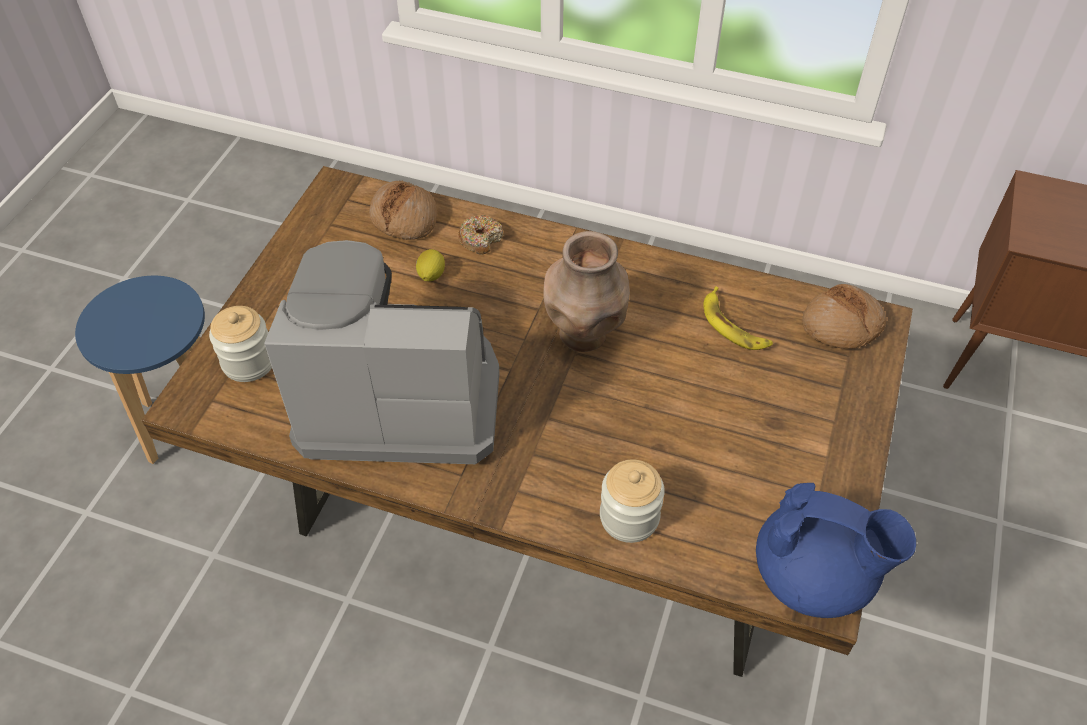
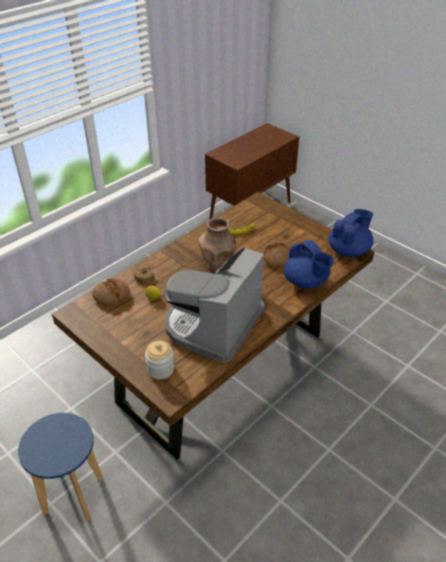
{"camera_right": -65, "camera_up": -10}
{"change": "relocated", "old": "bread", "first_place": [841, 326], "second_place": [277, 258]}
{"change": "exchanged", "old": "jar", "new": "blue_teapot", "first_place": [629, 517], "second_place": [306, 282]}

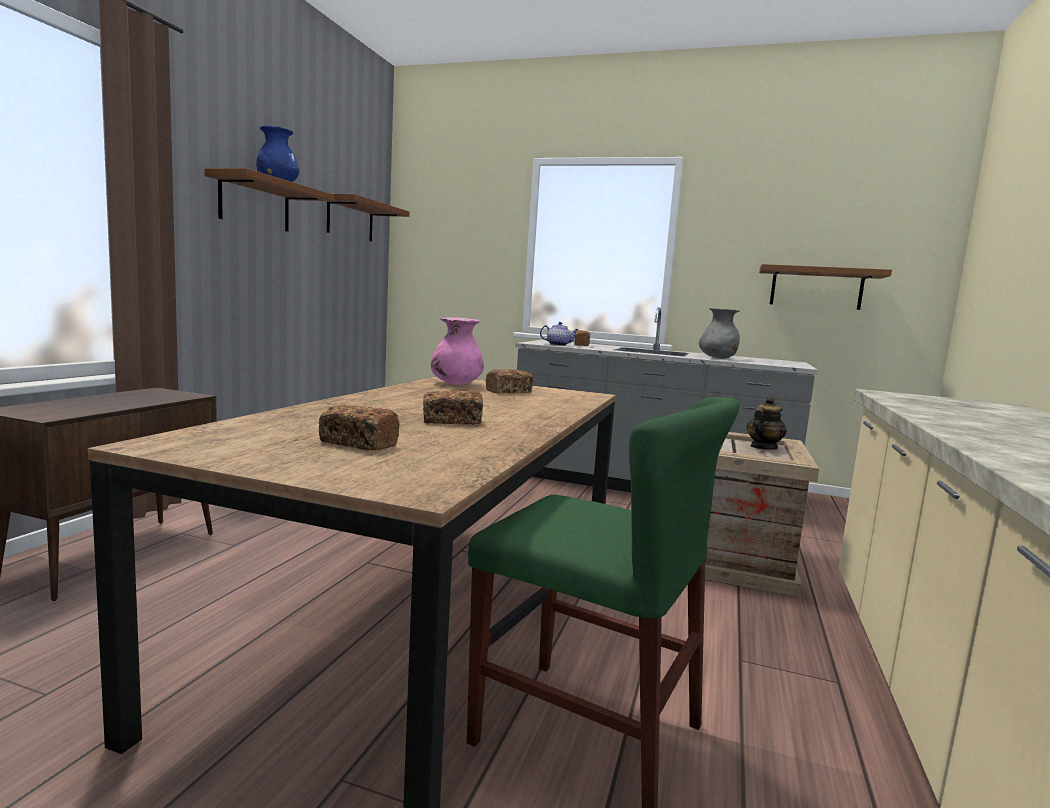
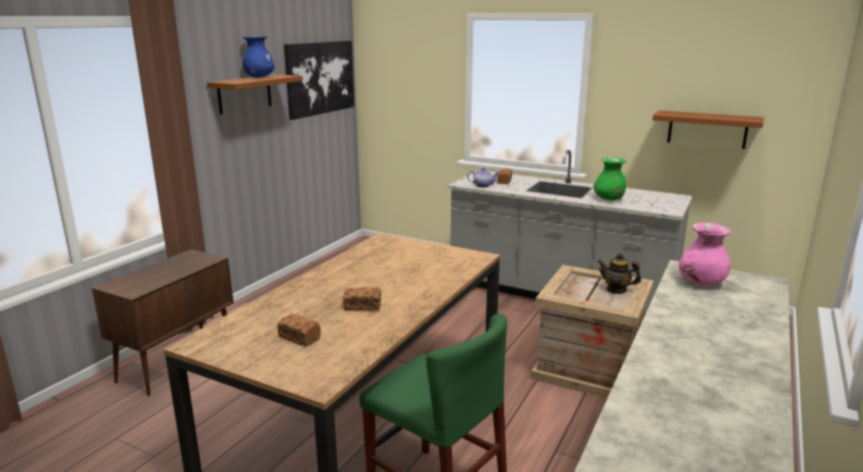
{"camera_right": 10, "camera_up": 10}
{"change": "missing", "old": "bread", "first_place": [508, 392]}
{"change": "relocated", "old": "pink_vase", "first_place": [456, 384], "second_place": [701, 283]}
{"change": "exchanged", "old": "brown_shelf", "new": "picture", "first_place": [350, 220], "second_place": [320, 78]}
{"change": "colour", "old": "grey_vase", "new": "green_vase", "first_place": [718, 358], "second_place": [609, 199]}
{"change": "spun", "old": "teapot", "first_place": [763, 447], "second_place": [616, 290], "degrees": -120}

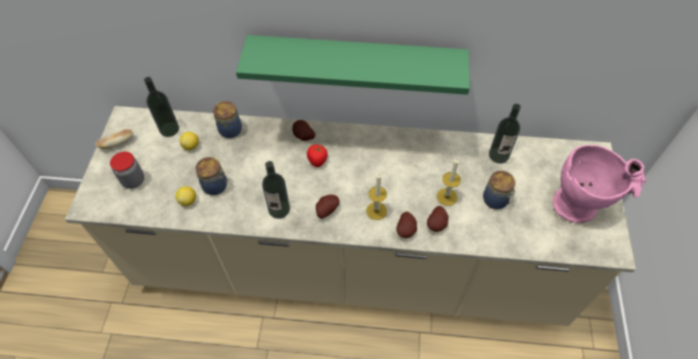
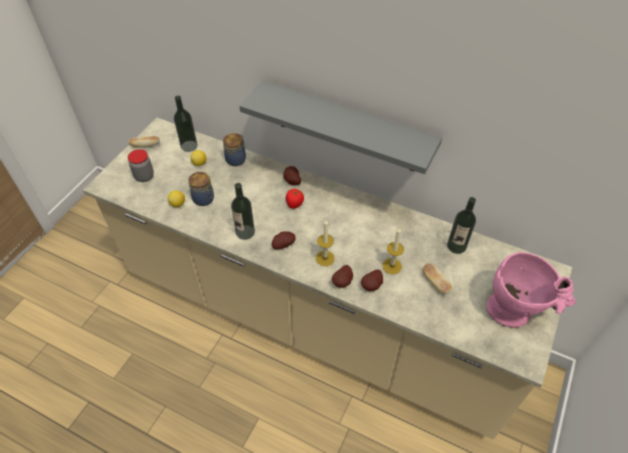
{"camera_right": 20, "camera_up": -5}
{"change": "exchanged", "old": "jar", "new": "bread", "first_place": [496, 200], "second_place": [435, 283]}
{"change": "colour", "old": "green_shelf", "new": "grey_shelf", "first_place": [356, 63], "second_place": [346, 127]}

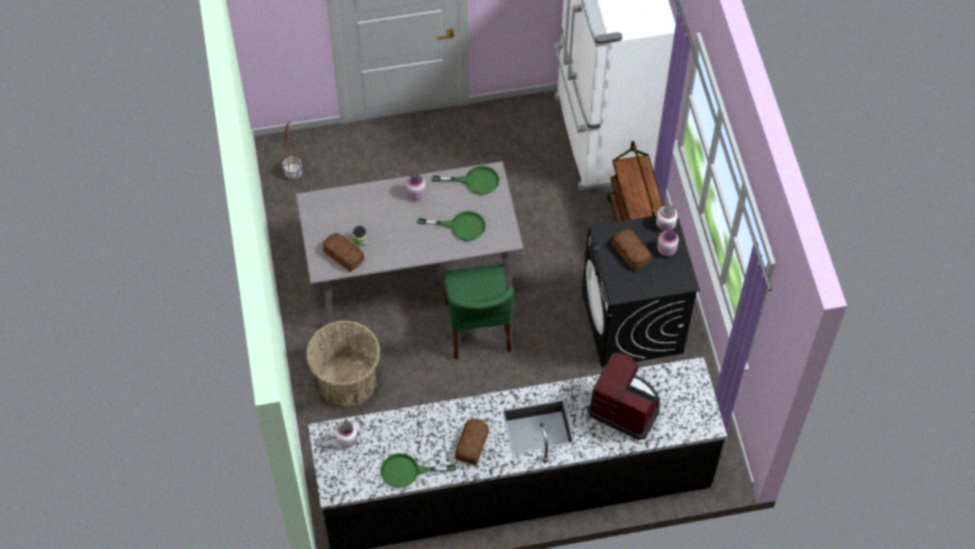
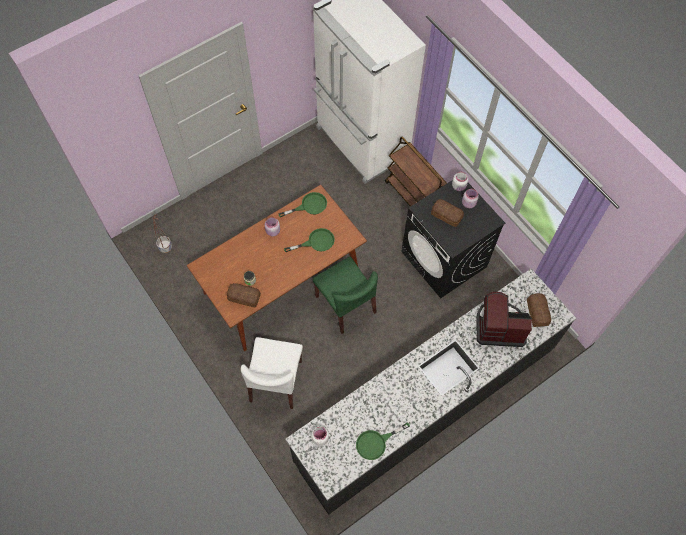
{"camera_right": -25, "camera_up": 5}
{"change": "relocated", "old": "bread", "first_place": [473, 444], "second_place": [538, 312]}
{"change": "exchanged", "old": "basket", "new": "white_chair", "first_place": [347, 381], "second_place": [276, 381]}
{"change": "colour", "old": "grey_dining_table", "new": "brown_dining_table", "first_place": [412, 271], "second_place": [282, 284]}

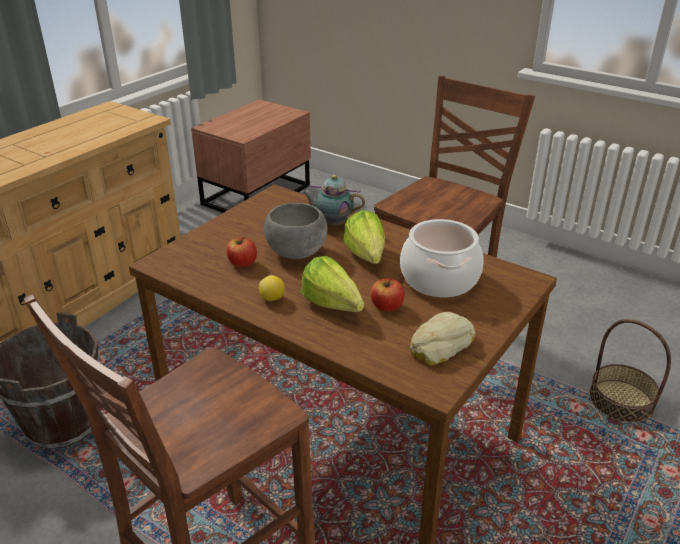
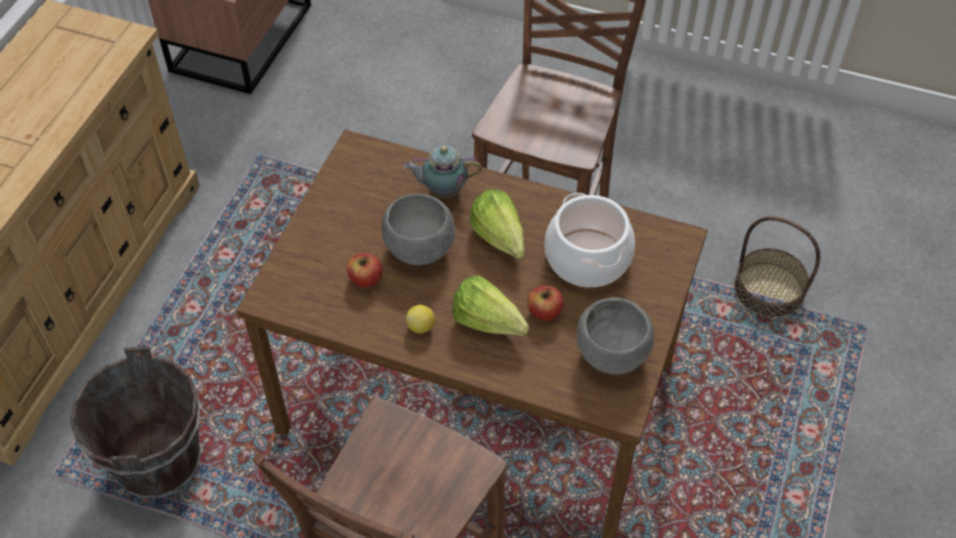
{"camera_right": -15, "camera_up": 20}
{"change": "exchanged", "old": "bread", "new": "grey_bowl", "first_place": [439, 344], "second_place": [611, 353]}

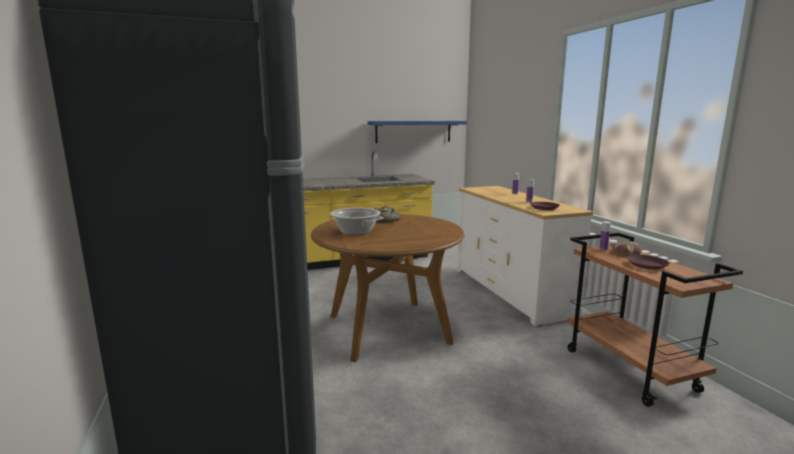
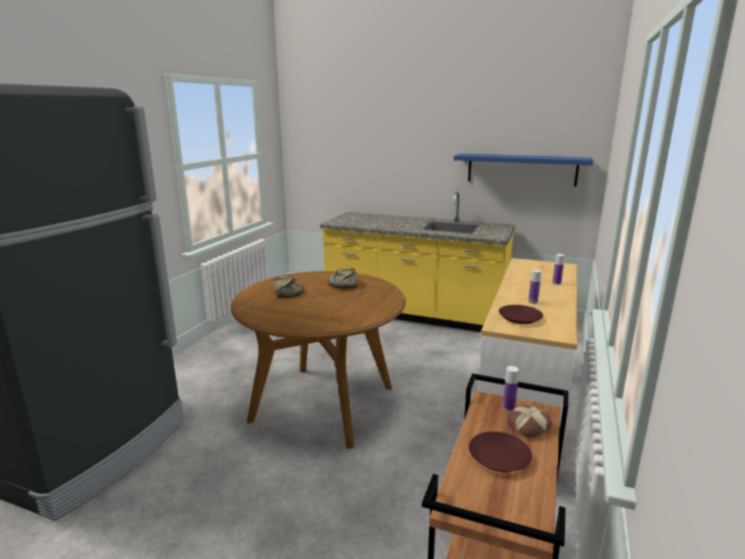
{"camera_right": 40, "camera_up": 5}
{"change": "exchanged", "old": "cooking_pot", "new": "bread", "first_place": [355, 231], "second_place": [287, 292]}

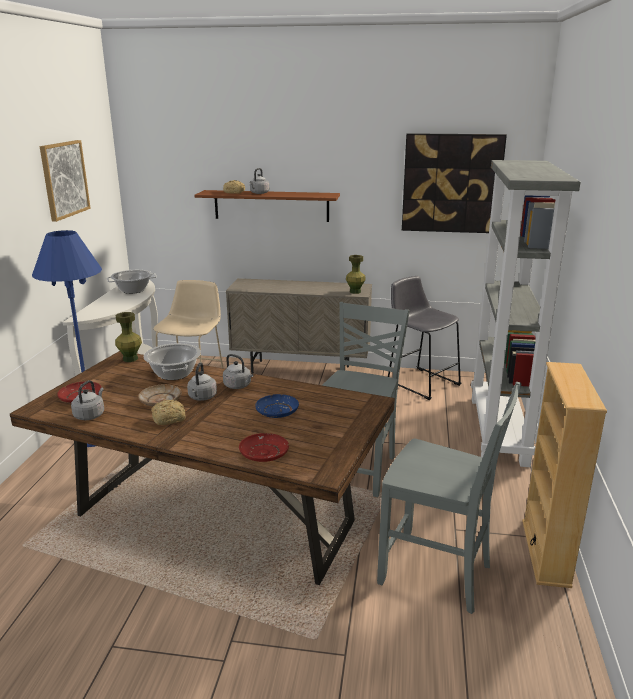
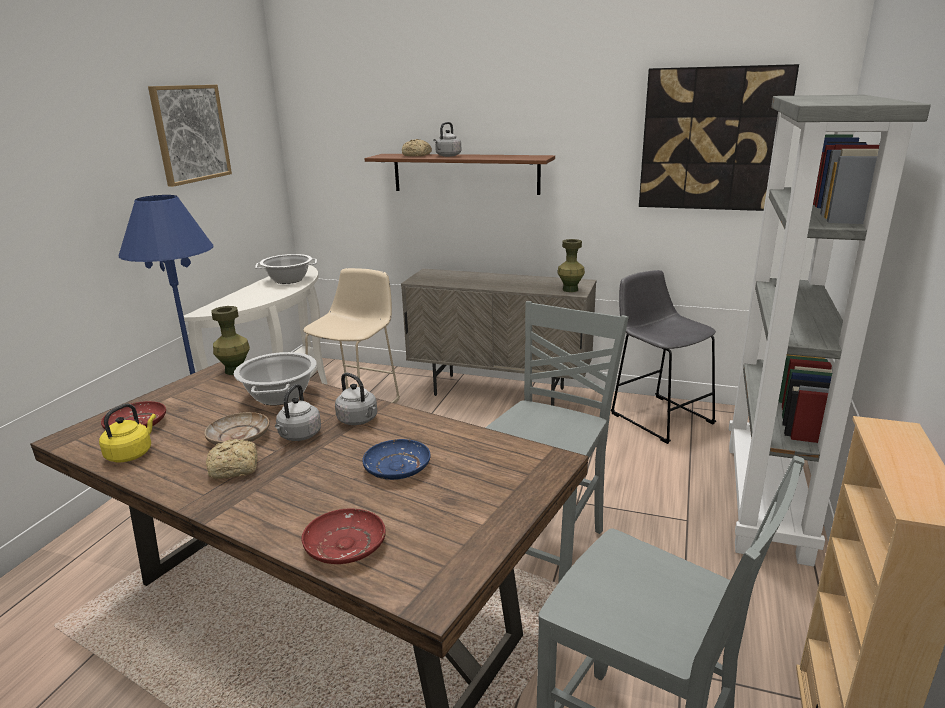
{"camera_right": 10, "camera_up": 0}
{"change": "colour", "old": "grey_kettle", "new": "yellow_kettle", "first_place": [90, 415], "second_place": [131, 453]}

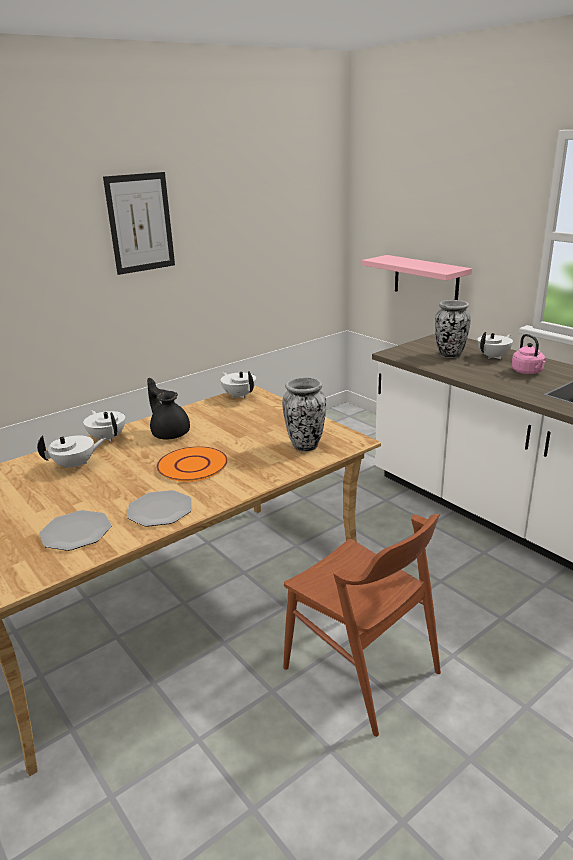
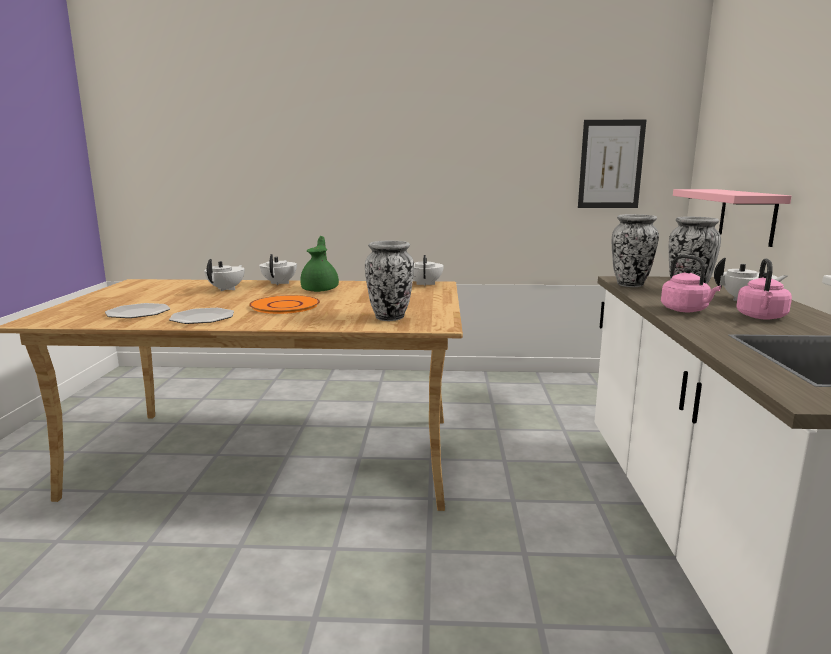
{"camera_right": 40, "camera_up": -10}
{"change": "missing", "old": "brown_chair", "first_place": [361, 670]}
{"change": "appeared", "new": "vase", "second_place": [630, 285]}
{"change": "appeared", "new": "pink_kettle", "second_place": [686, 310]}
{"change": "relocated", "old": "picture", "first_place": [140, 223], "second_place": [611, 164]}
{"change": "colour", "old": "black_teapot", "new": "green_teapot", "first_place": [170, 433], "second_place": [321, 289]}
{"change": "spun", "old": "white_teapot", "first_place": [75, 465], "second_place": [227, 289], "degrees": -90}

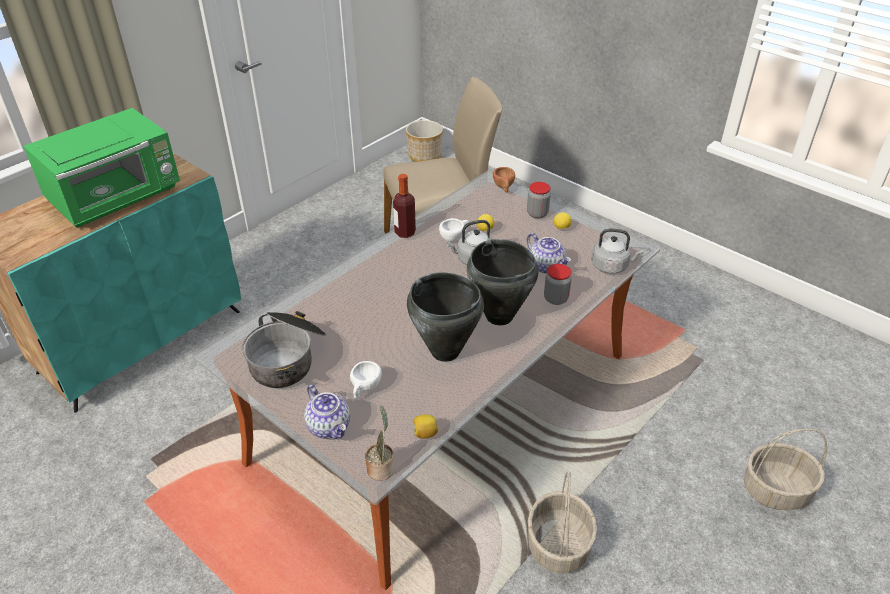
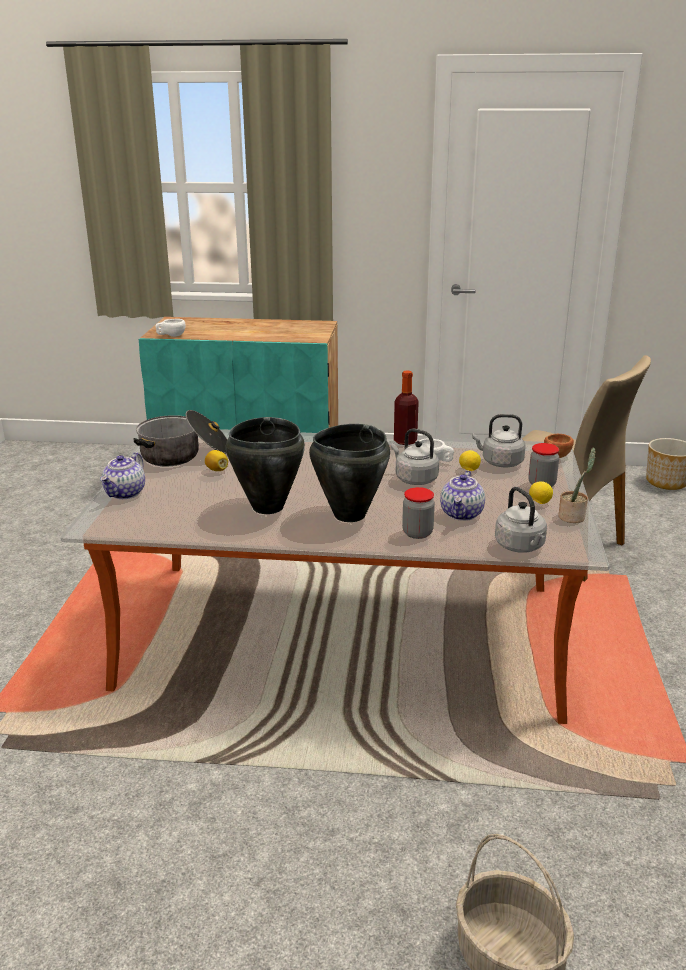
{"camera_right": 55, "camera_up": -15}
{"change": "missing", "old": "green_microwave", "first_place": [117, 198]}
{"change": "missing", "old": "basket", "first_place": [559, 546]}
{"change": "appeared", "new": "grey_kettle", "second_place": [500, 462]}
{"change": "relocated", "old": "white_cup", "first_place": [364, 389], "second_place": [171, 336]}
{"change": "relocated", "old": "potted_plant", "first_place": [381, 467], "second_place": [573, 517]}
{"change": "relocated", "old": "lemon", "first_place": [425, 434], "second_place": [217, 470]}

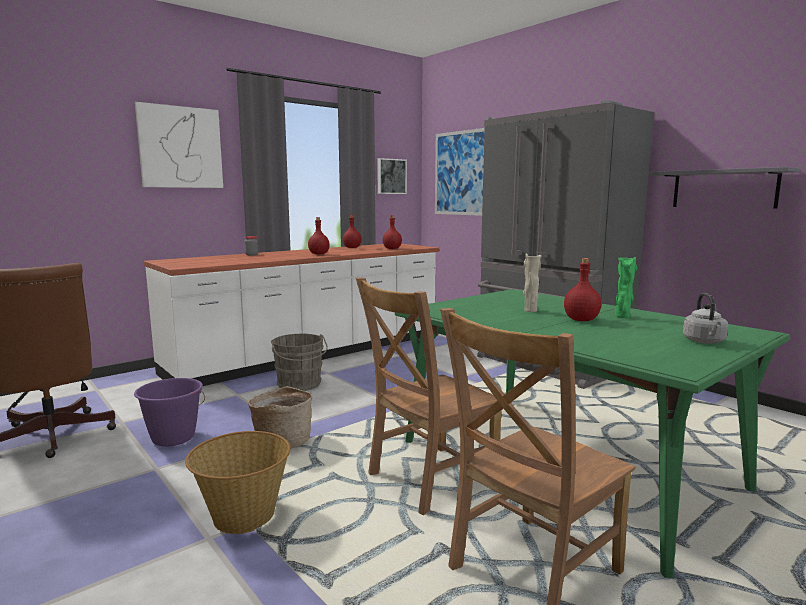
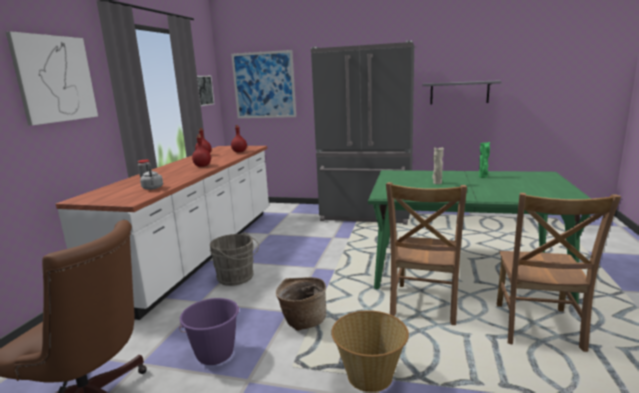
{"camera_right": -35, "camera_up": 5}
{"change": "missing", "old": "red_bottle", "first_place": [581, 320]}
{"change": "relocated", "old": "grey_kettle", "first_place": [704, 342], "second_place": [153, 188]}

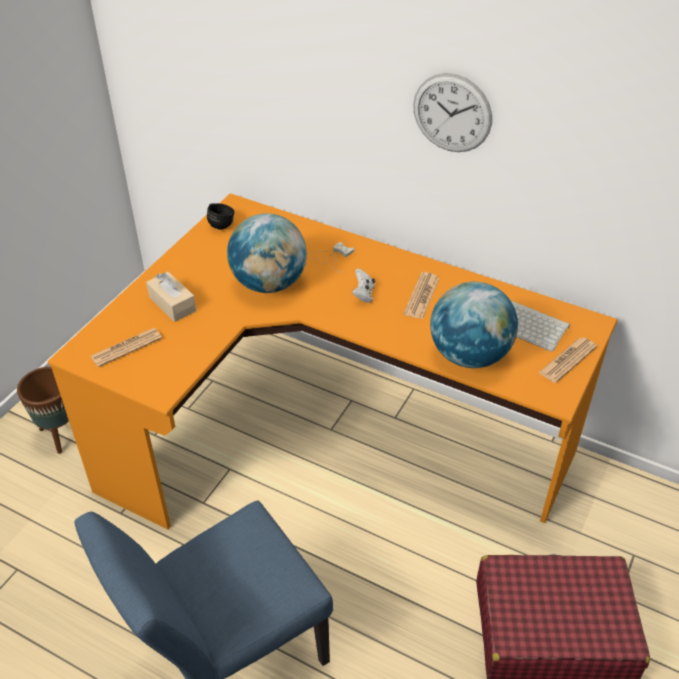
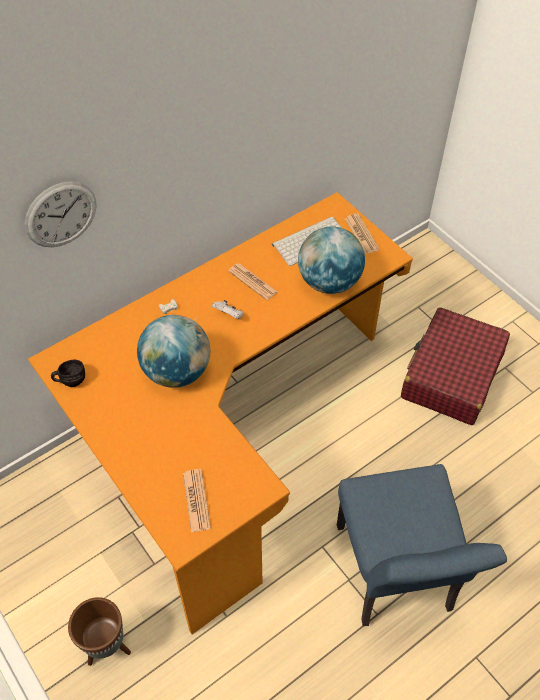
{"camera_right": -65, "camera_up": 10}
{"change": "missing", "old": "beige_tissue_box", "first_place": [172, 304]}
{"change": "relocated", "old": "wall_clock", "first_place": [452, 113], "second_place": [61, 214]}

